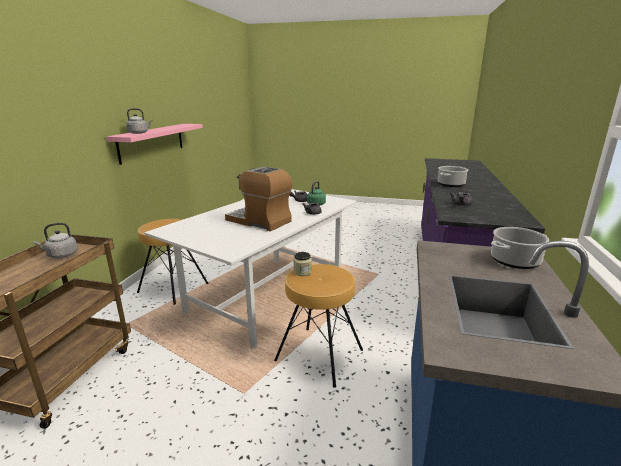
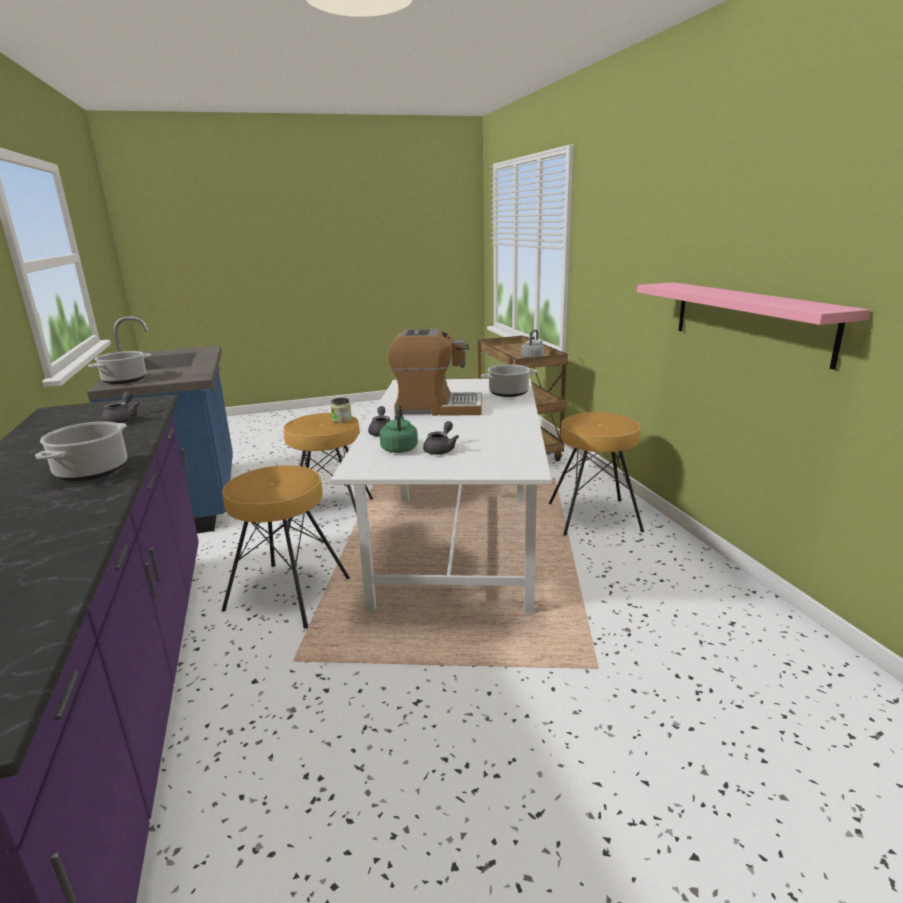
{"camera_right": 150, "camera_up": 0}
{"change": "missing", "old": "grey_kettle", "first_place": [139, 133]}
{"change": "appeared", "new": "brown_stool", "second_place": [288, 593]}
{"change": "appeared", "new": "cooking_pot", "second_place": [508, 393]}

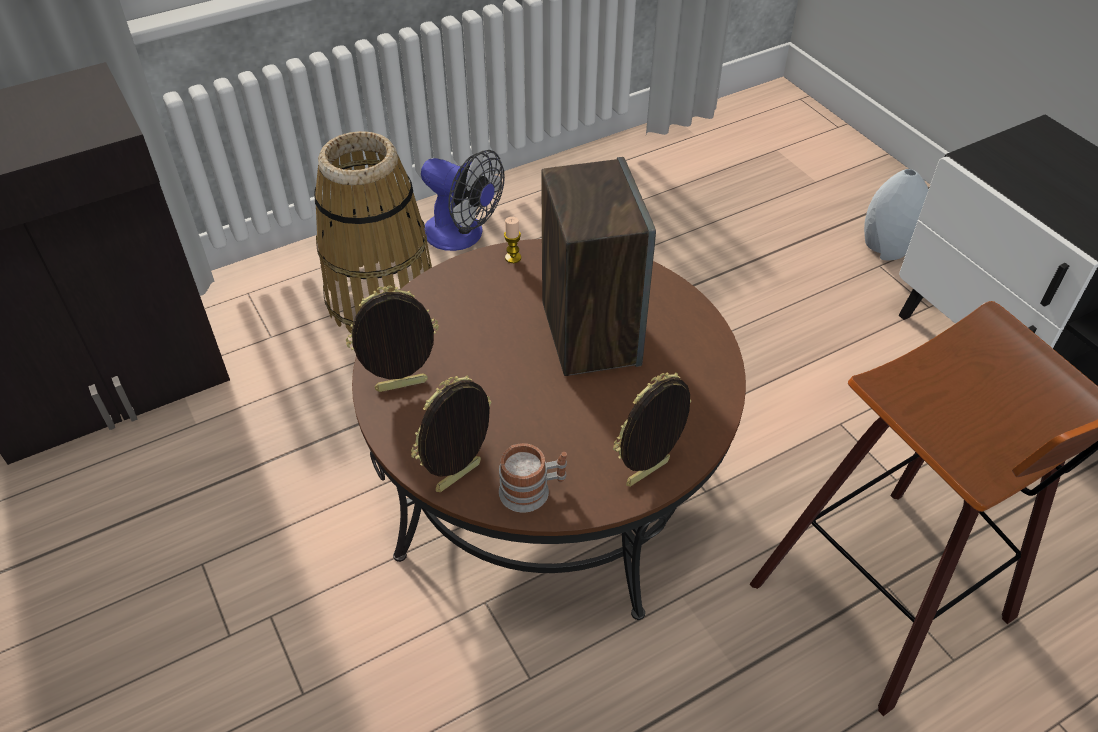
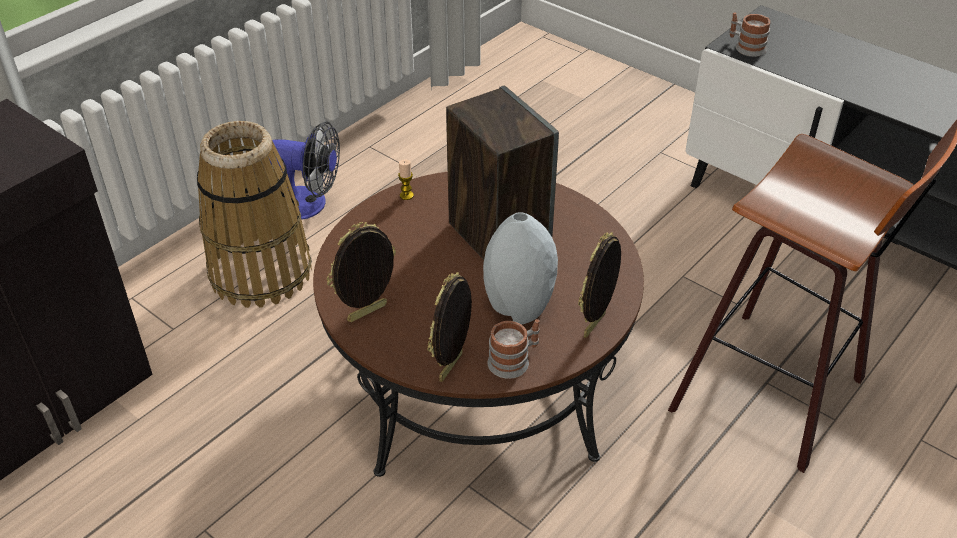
{"camera_right": -20, "camera_up": -5}
{"change": "appeared", "new": "mug", "second_place": [746, 47]}
{"change": "relocated", "old": "grey_vase", "first_place": [886, 248], "second_place": [518, 307]}

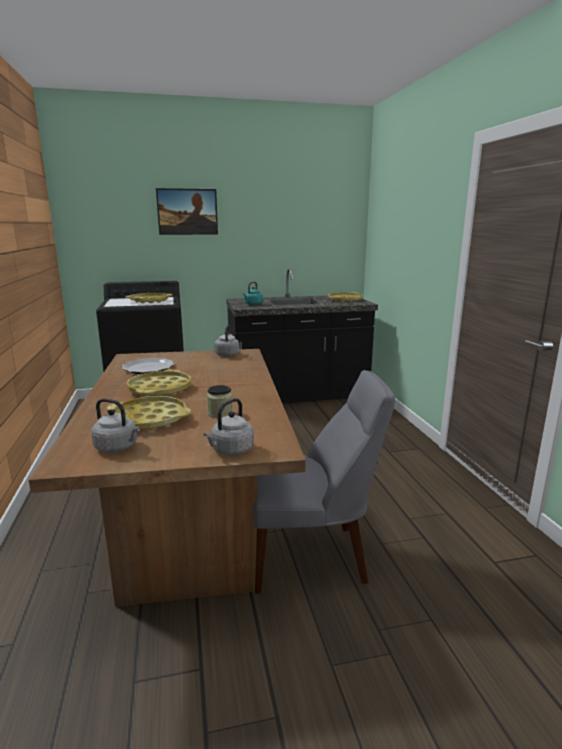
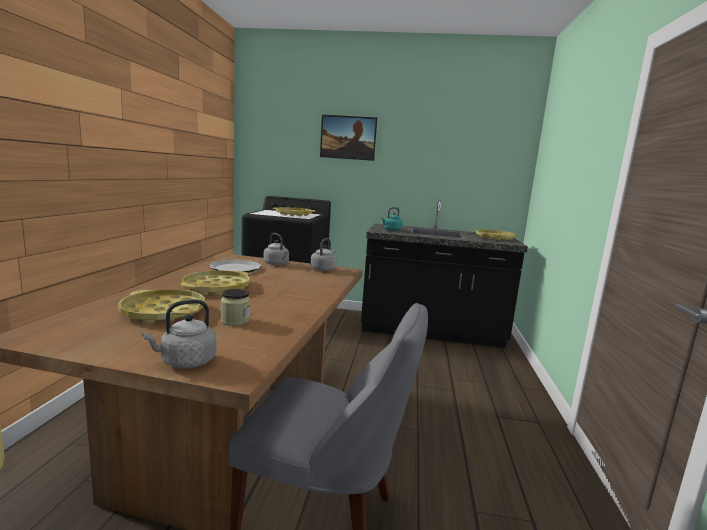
{"camera_right": 20, "camera_up": -5}
{"change": "relocated", "old": "grey_kettle", "first_place": [118, 447], "second_place": [277, 264]}

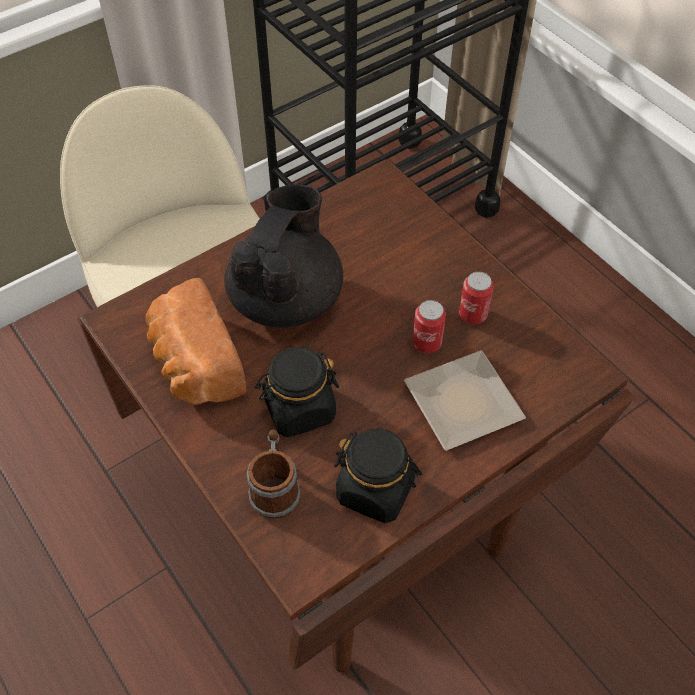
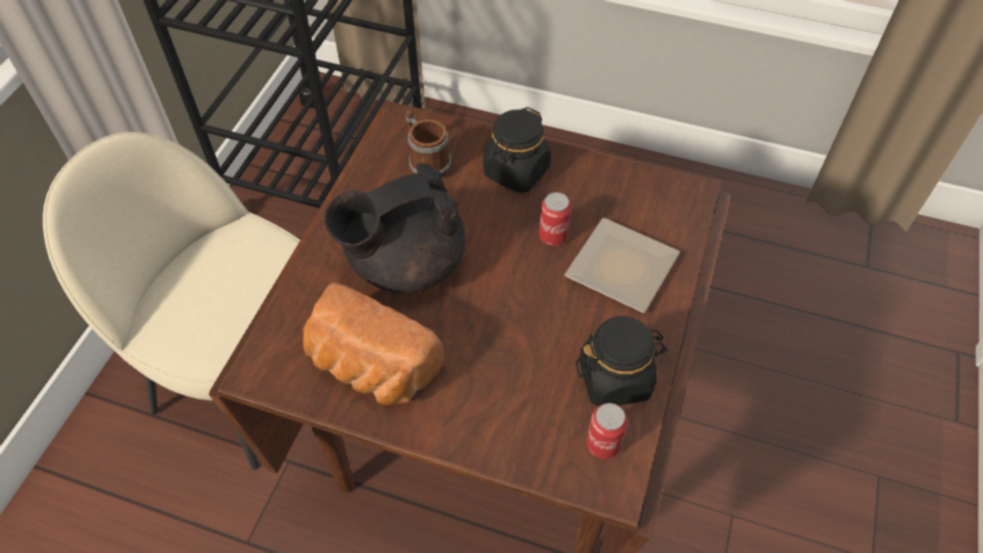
{"camera_right": -35, "camera_up": 0}
{"change": "relocated", "old": "mug", "first_place": [275, 488], "second_place": [426, 162]}
{"change": "relocated", "old": "black_jar", "first_place": [299, 409], "second_place": [516, 172]}
{"change": "relocated", "old": "can", "first_place": [473, 315], "second_place": [603, 444]}
{"change": "spun", "old": "black_teapot", "first_place": [286, 298], "second_place": [404, 264], "degrees": -105}

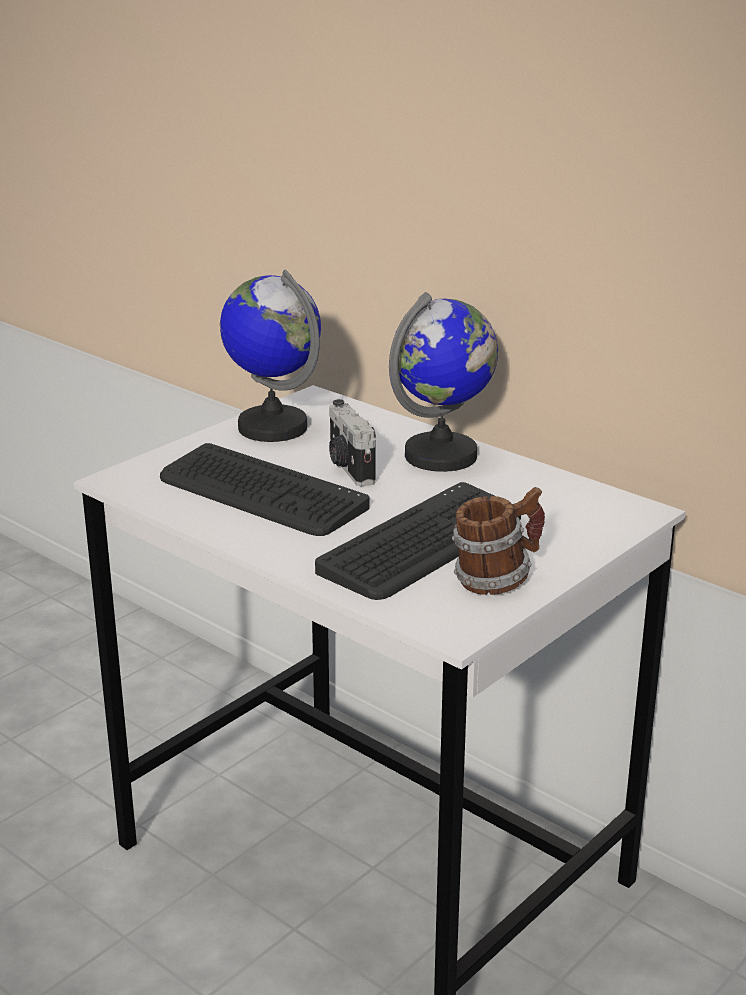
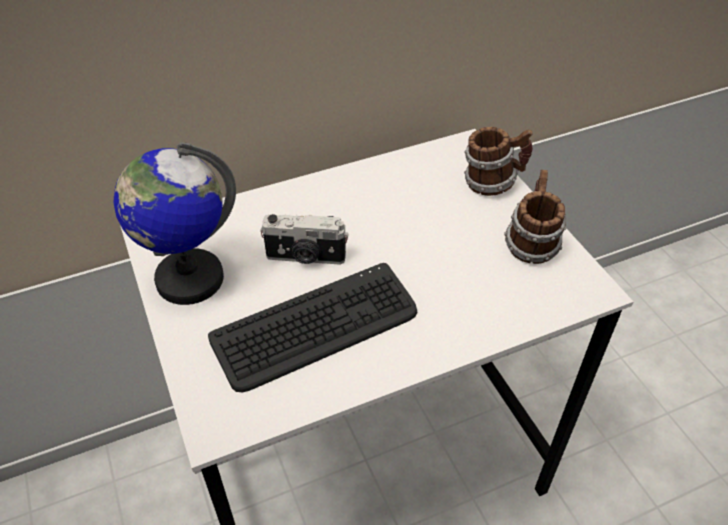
{"camera_right": -65, "camera_up": 20}
{"change": "missing", "old": "keyboard", "first_place": [423, 543]}
{"change": "missing", "old": "globe", "first_place": [442, 456]}
{"change": "appeared", "new": "mug", "second_place": [492, 183]}

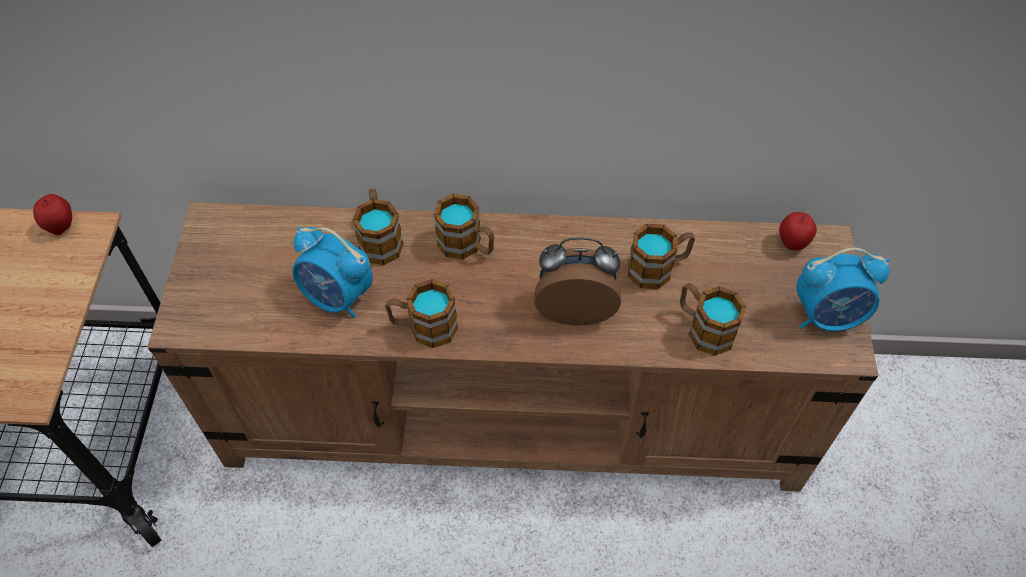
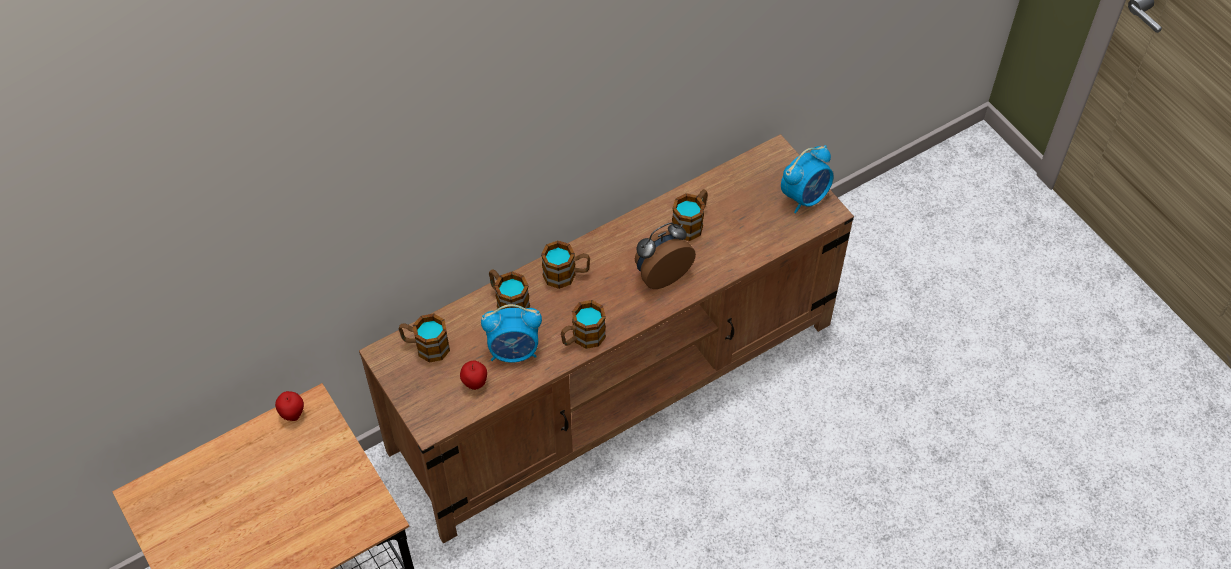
{"camera_right": -35, "camera_up": 0}
{"change": "relocated", "old": "mug", "first_place": [703, 328], "second_place": [425, 346]}
{"change": "relocated", "old": "apple", "first_place": [791, 244], "second_place": [475, 383]}

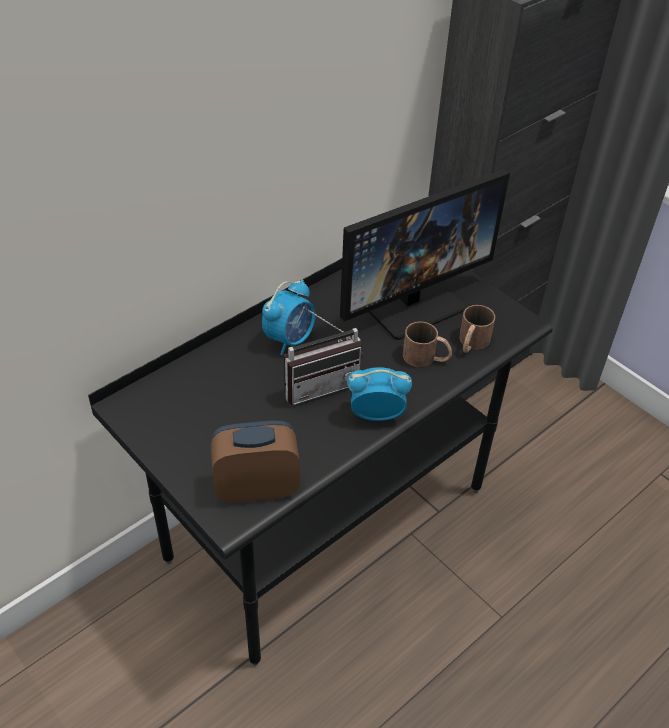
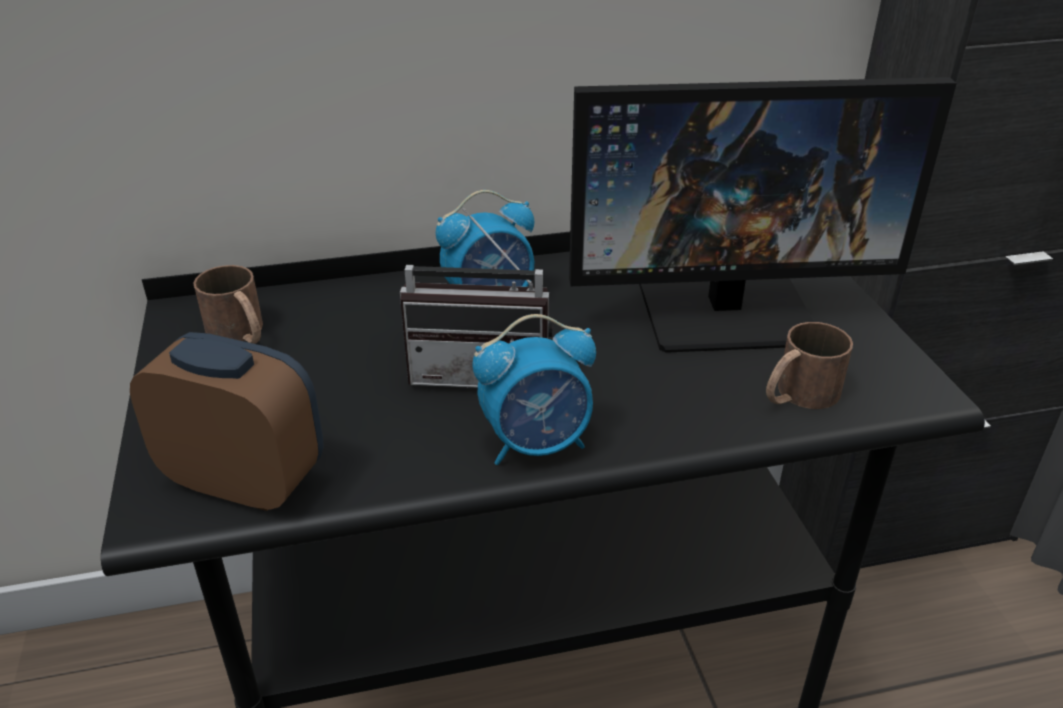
{"camera_right": 30, "camera_up": -10}
{"change": "relocated", "old": "brown_mug", "first_place": [426, 358], "second_place": [241, 334]}
{"change": "spun", "old": "alarm_clock", "first_place": [376, 414], "second_place": [537, 444], "degrees": 135}

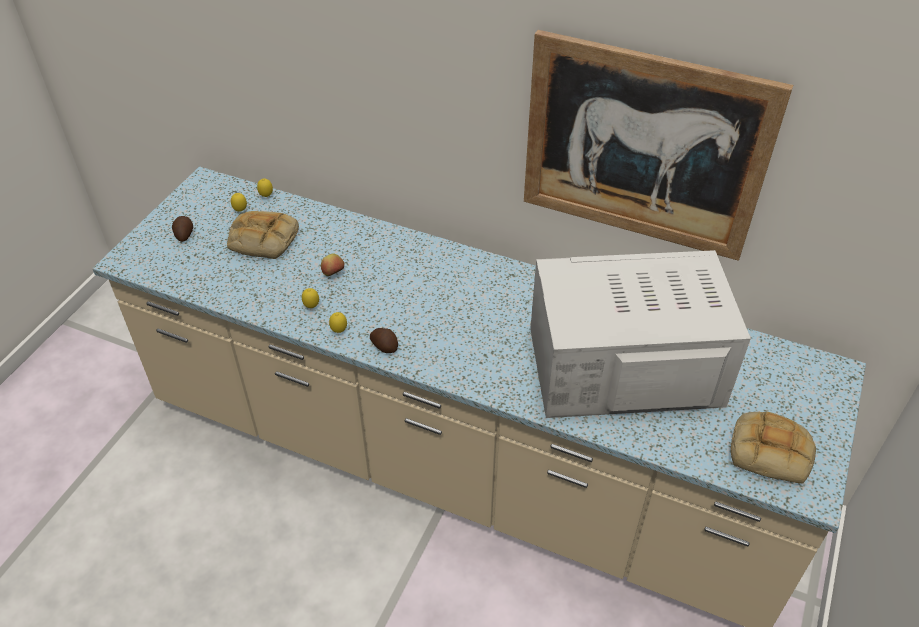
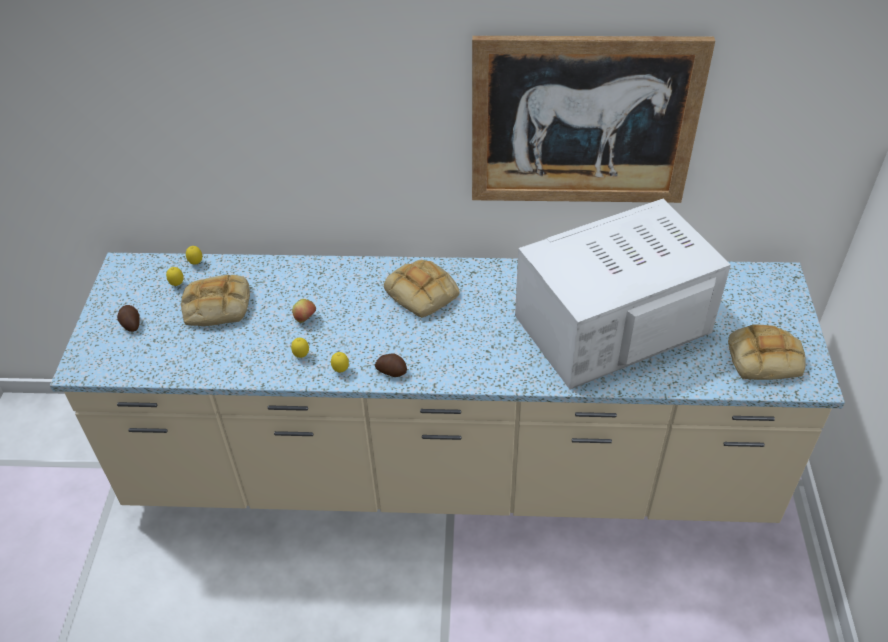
{"camera_right": -20, "camera_up": 0}
{"change": "appeared", "new": "bread", "second_place": [423, 293]}

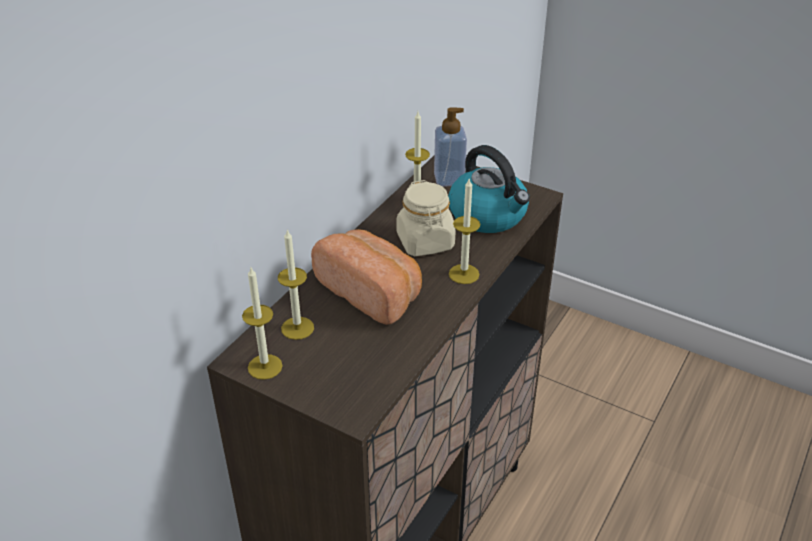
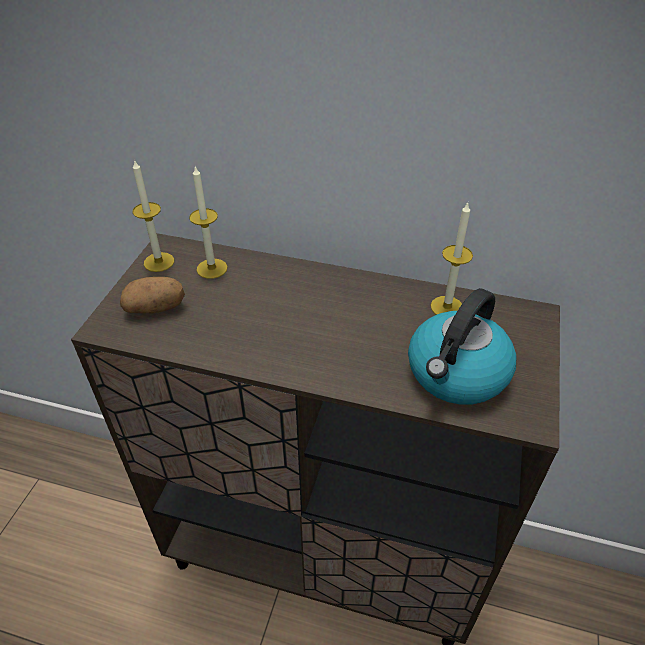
{"camera_right": 75, "camera_up": 5}
{"change": "missing", "old": "bread", "first_place": [371, 292]}
{"change": "missing", "old": "beige_jar", "first_place": [425, 242]}
{"change": "missing", "old": "soap_dispenser", "first_place": [449, 179]}
{"change": "missing", "old": "candle", "first_place": [464, 274]}
{"change": "appeared", "new": "potato", "second_place": [156, 308]}

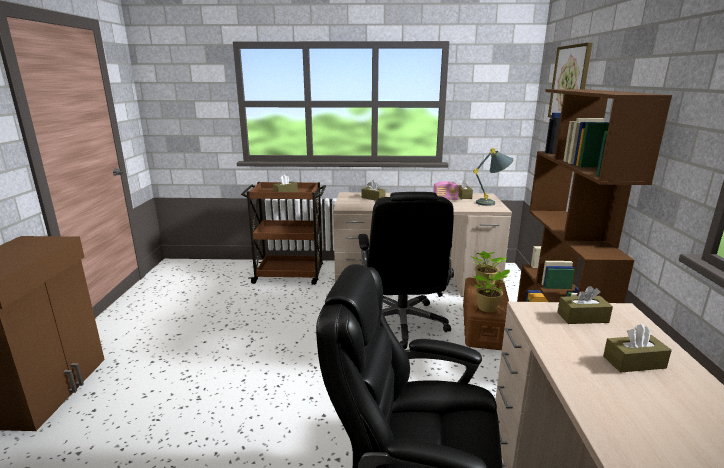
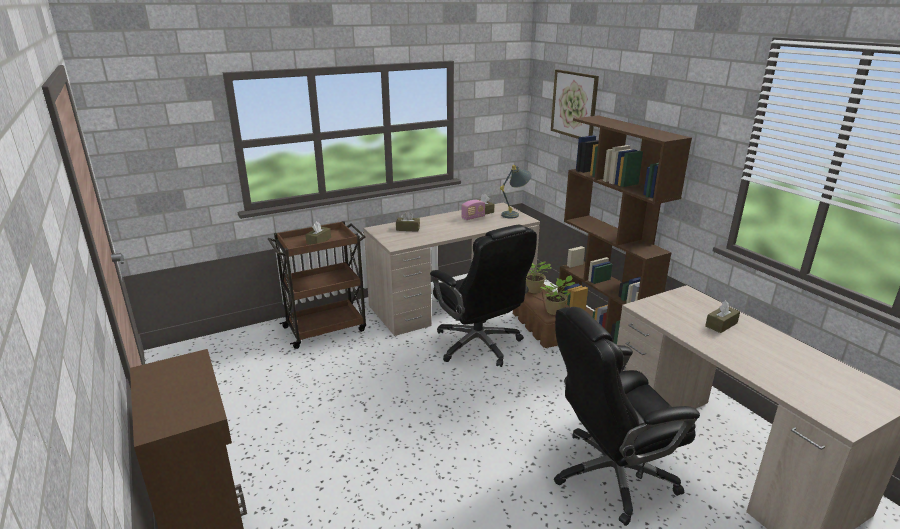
{"camera_right": -30, "camera_up": 5}
{"change": "missing", "old": "brown_tissue_box", "first_place": [582, 317]}

